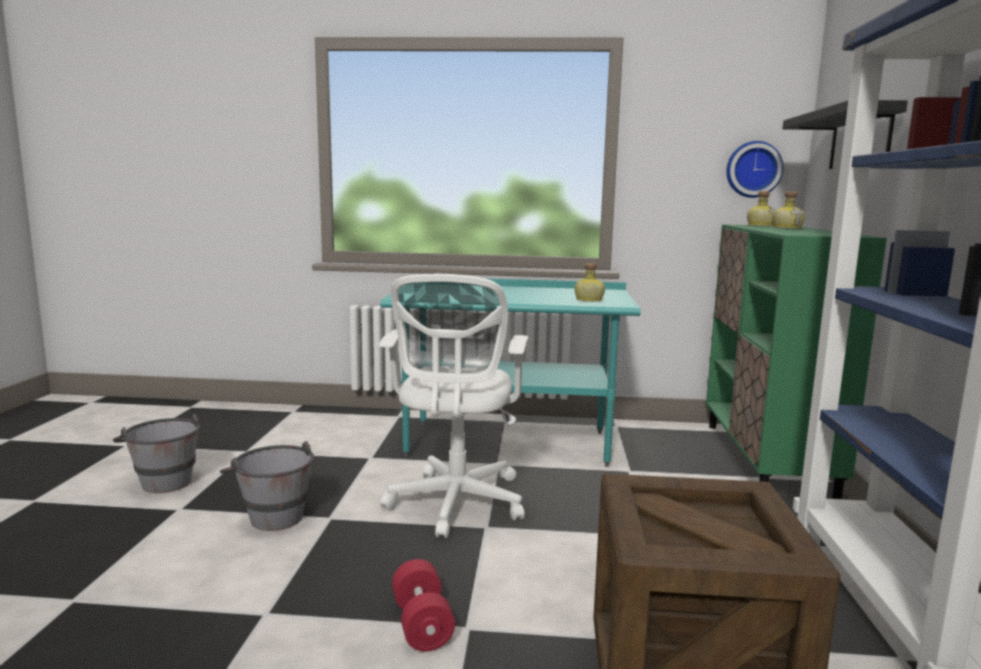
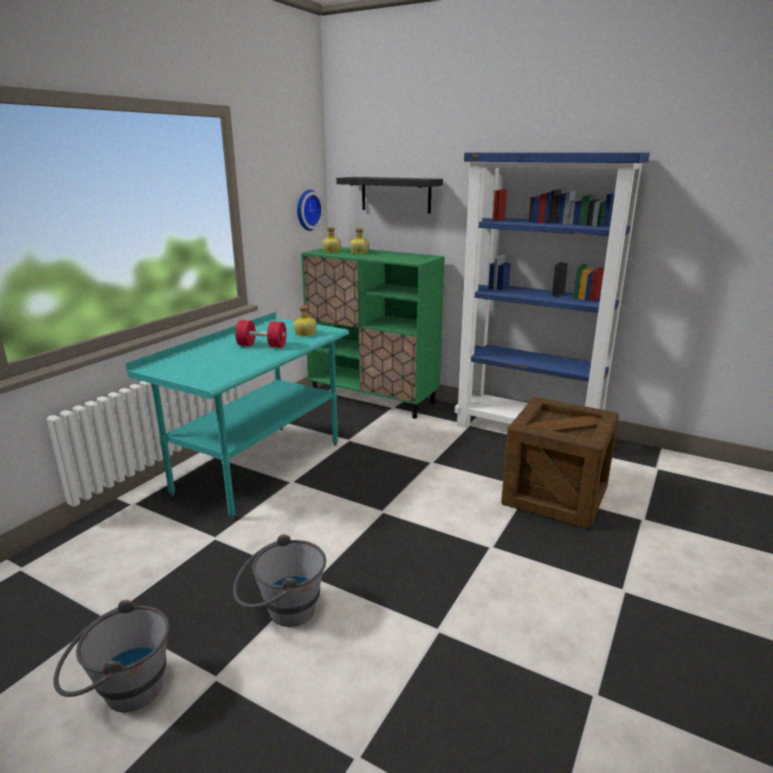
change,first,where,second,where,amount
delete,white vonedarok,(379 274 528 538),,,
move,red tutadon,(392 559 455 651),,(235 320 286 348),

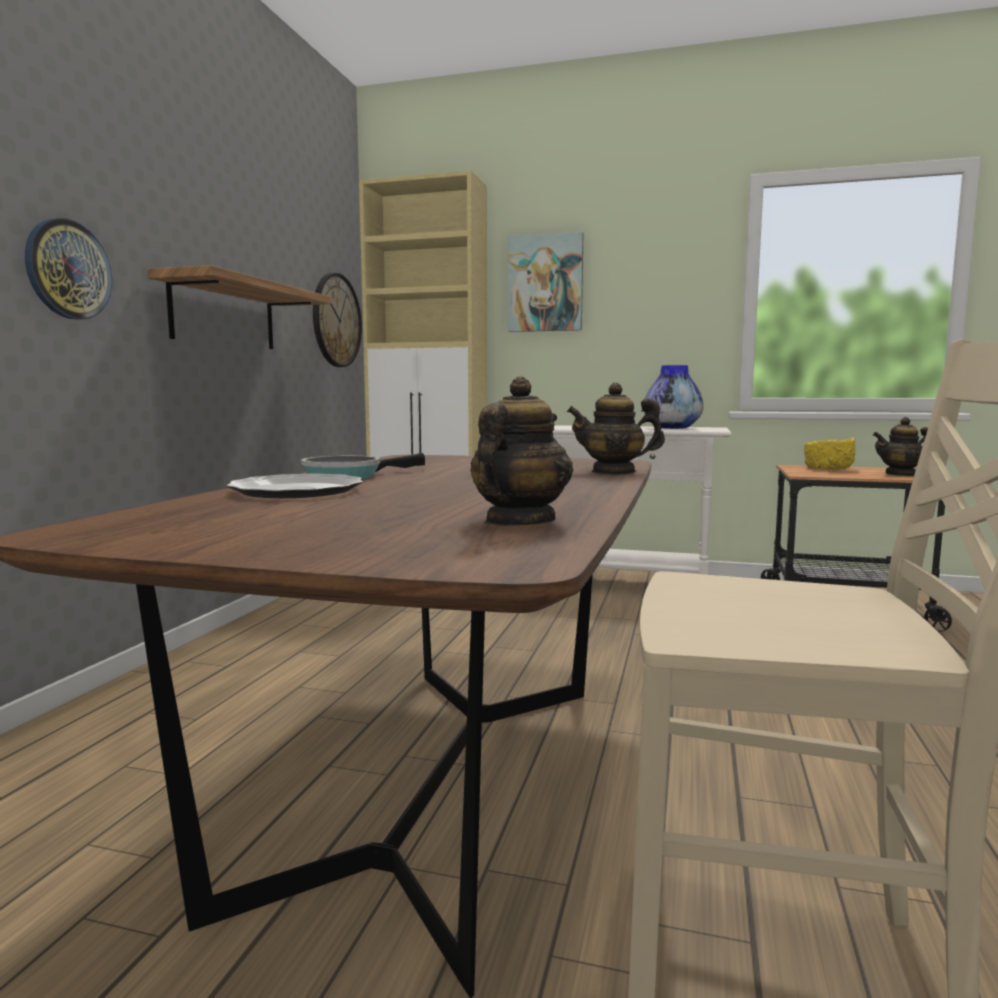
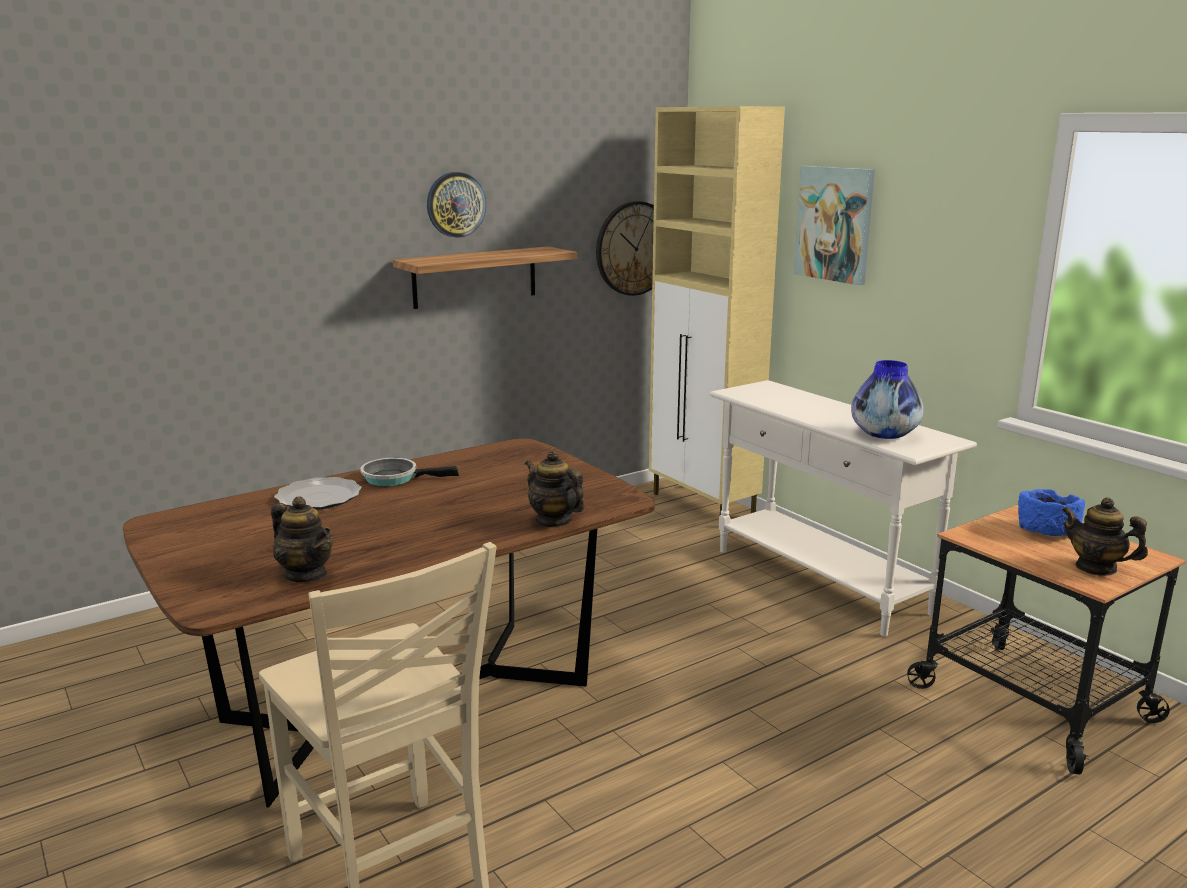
change,first,where,second,where,amount
move,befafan,(25 218 112 320),,(427 172 486 238),
rotate,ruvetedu,(470 376 573 525),,(271 496 333 582),60 degrees clockwise
recolor,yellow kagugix,(804 437 855 469),blue kagugix,(1018 489 1085 536),

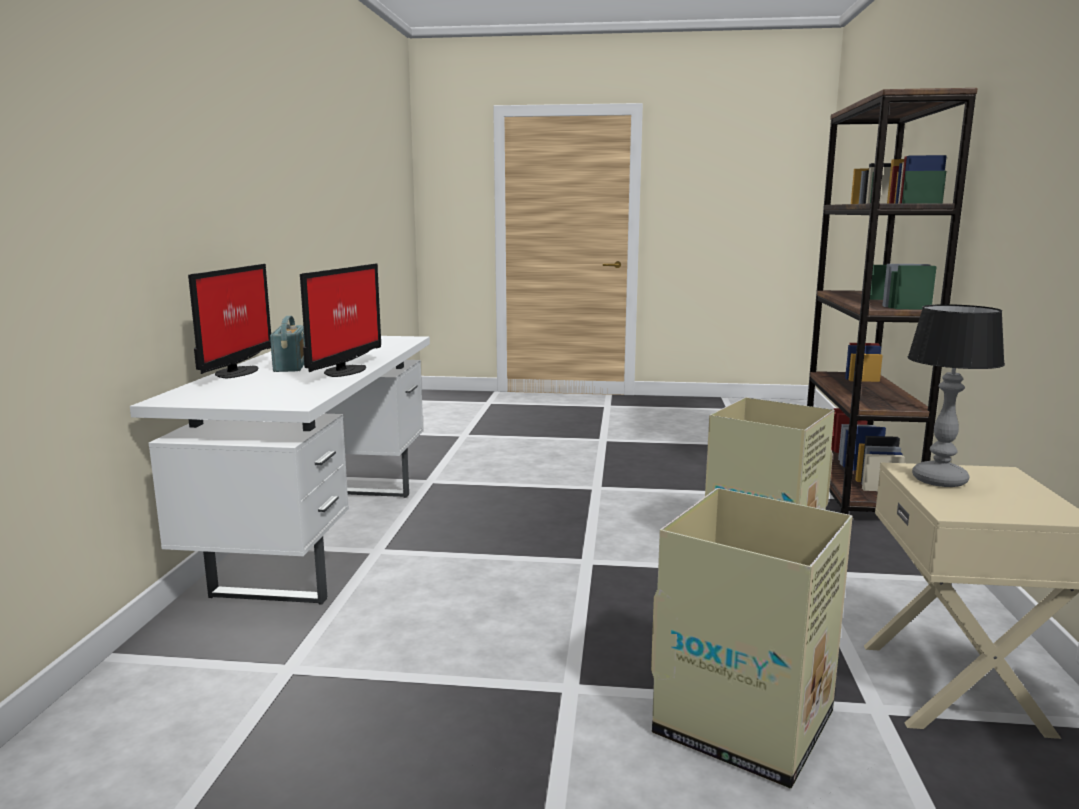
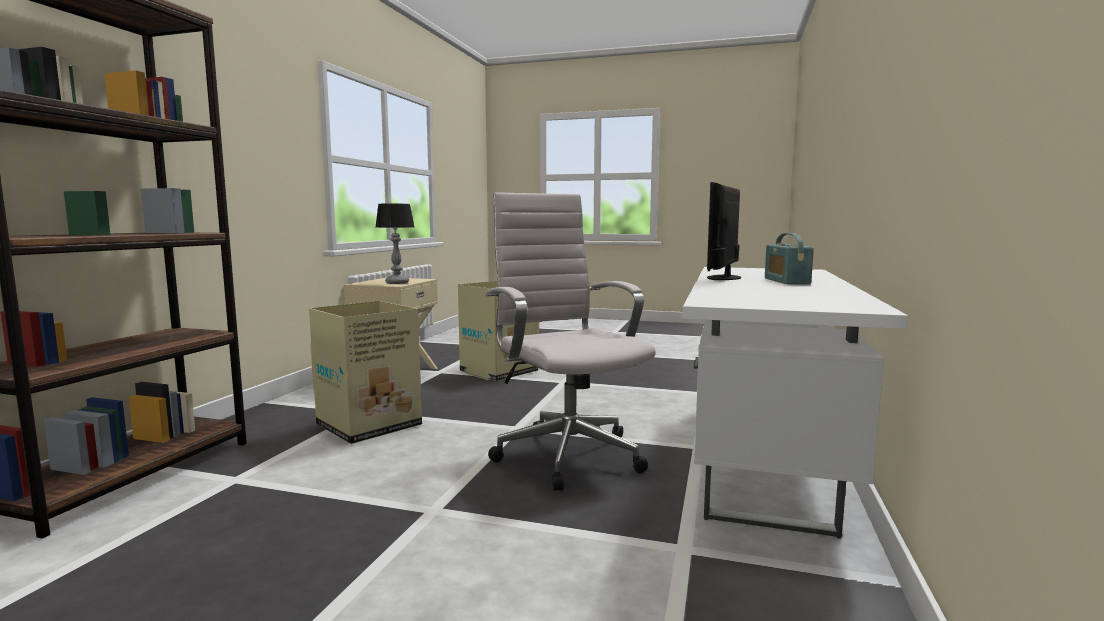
change,first,where,second,where,amount
delete,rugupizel,(188 264 271 378),,,
insert,,,white vonedarok,(486 192 656 491),

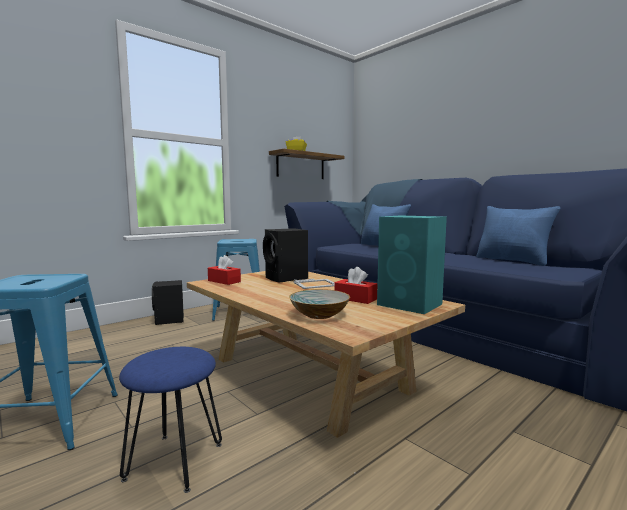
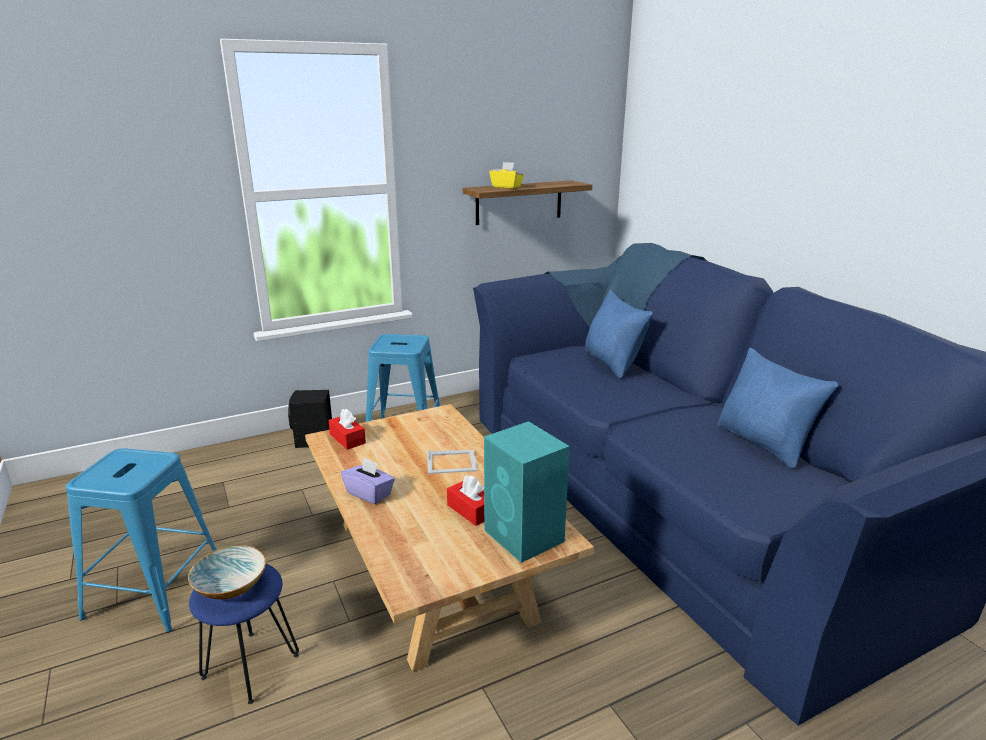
change,first,where,second,where,amount
delete,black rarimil,(263 228 308 282),,,
move,kagugix,(289 289 350 319),,(188 545 266 600),
insert,,,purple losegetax,(341 458 395 504),

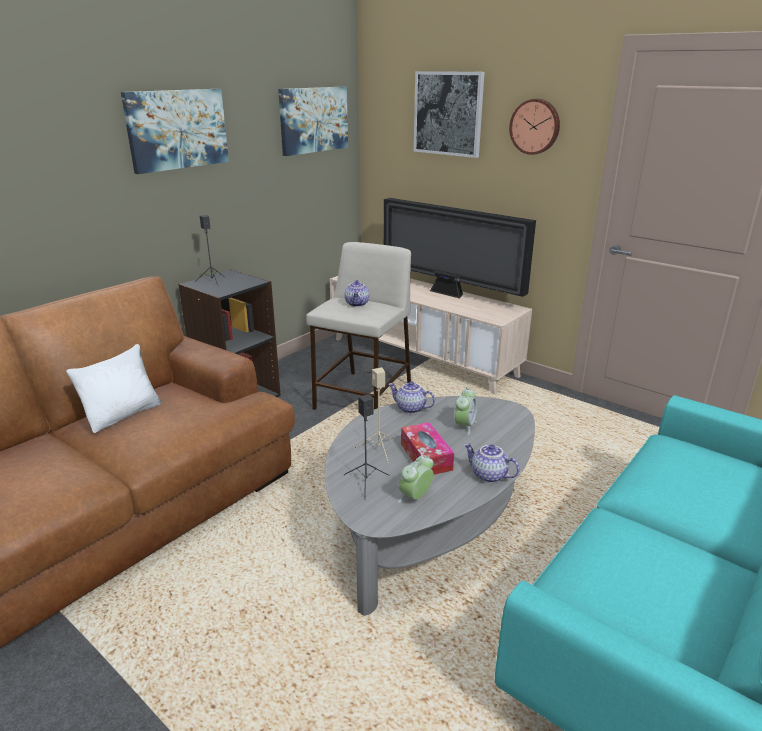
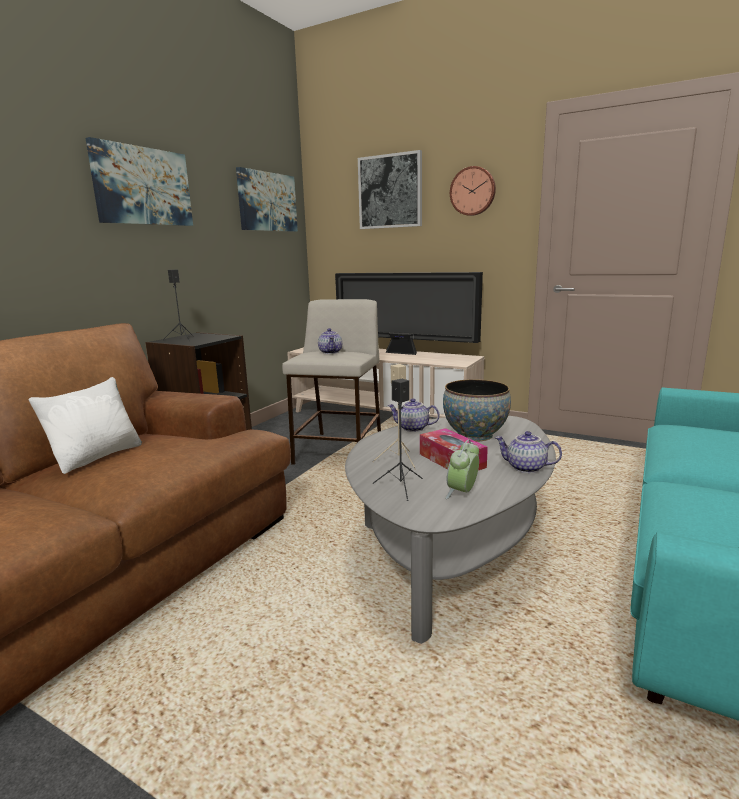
change,first,where,second,where,amount
replace,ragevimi,(455 387 477 435),kagugix,(443 379 511 442),

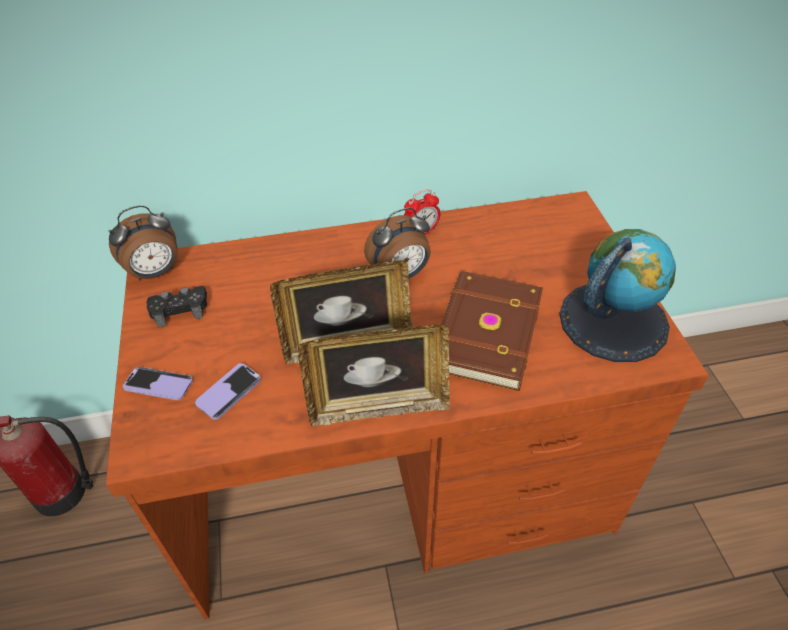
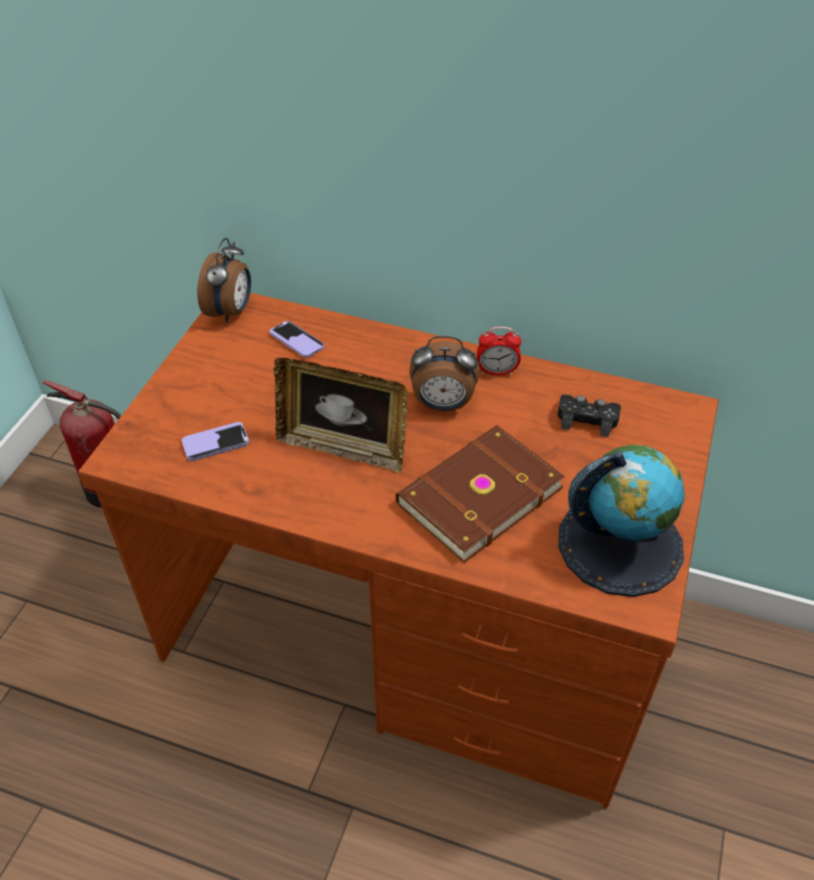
change,first,where,second,where,amount
rotate,ragevimi,(109 205 178 280),,(197 238 251 323),75 degrees counterclockwise
move,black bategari,(146 286 207 328),,(558 394 621 437),
delete,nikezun,(298 324 450 426),,,
move,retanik,(123 367 193 400),,(270 321 324 357),

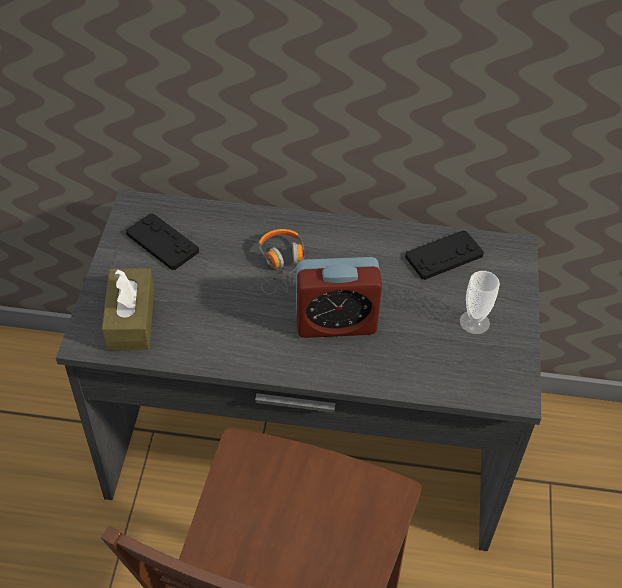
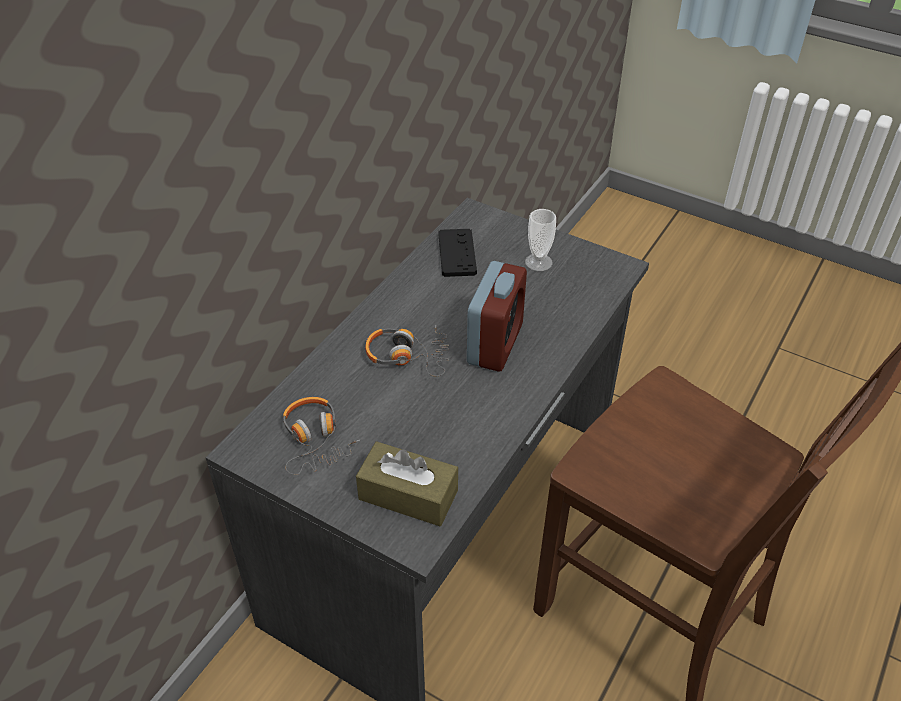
change,first,where,second,where,amount
replace,black bategari,(126 213 199 270),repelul,(283 397 360 475),

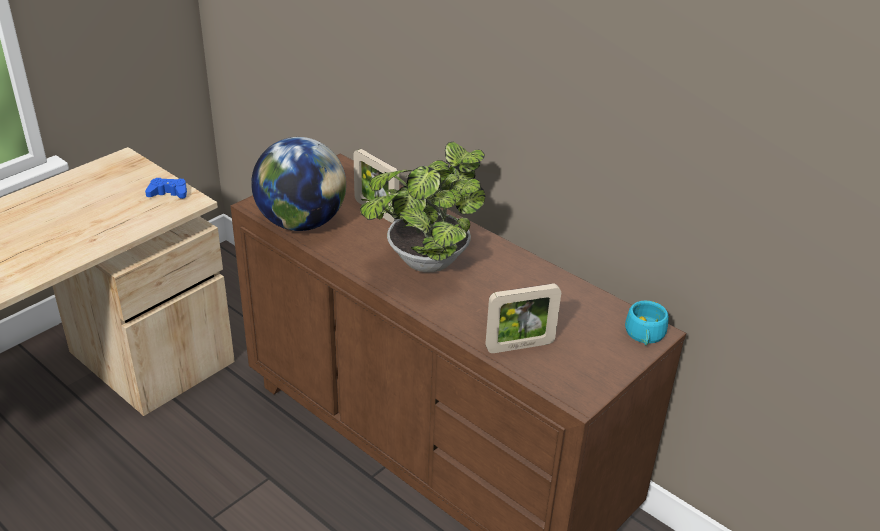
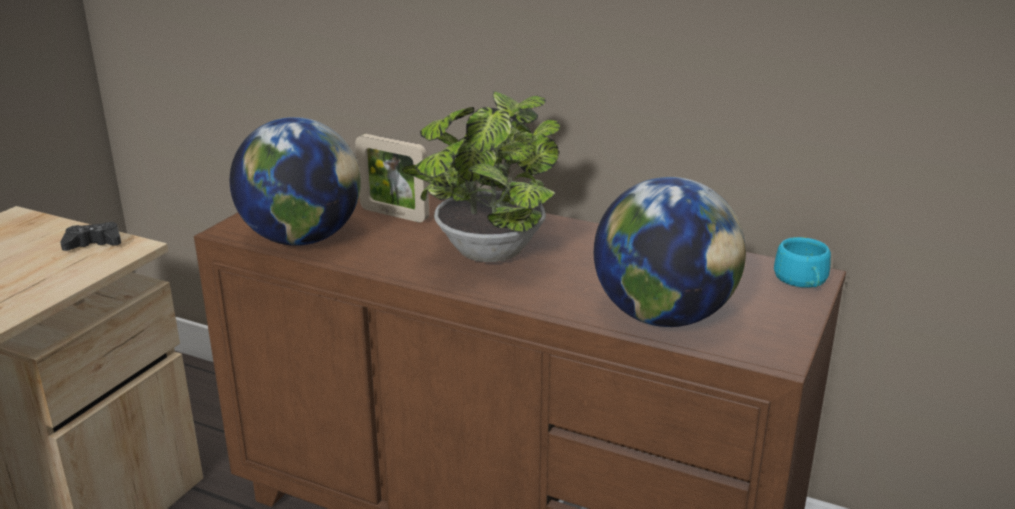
change,first,where,second,where,amount
recolor,blue bategari,(145 178 187 199),black bategari,(60 222 121 251),
replace,nikezun,(485 284 561 353),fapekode,(594 177 746 327),

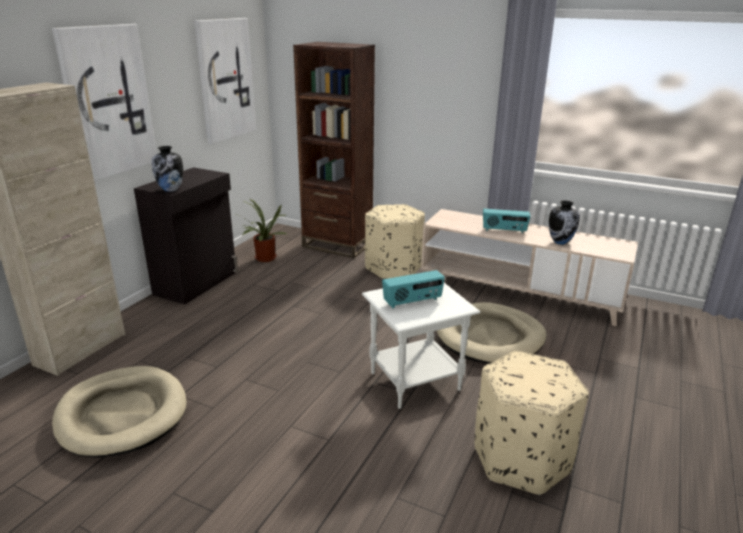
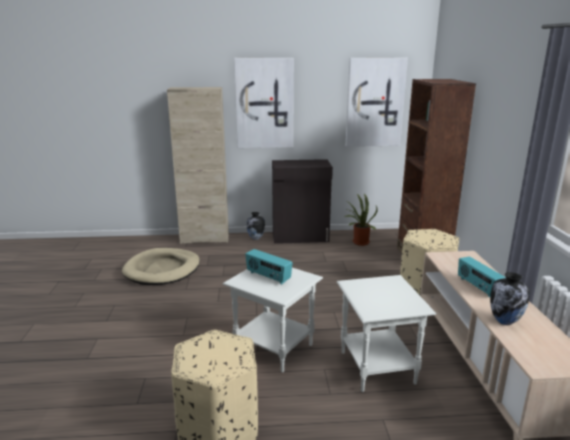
change,first,where,second,where,amount
move,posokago,(151 146 183 192),,(247 212 265 240),
replace,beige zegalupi,(437 302 546 364),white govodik,(337 275 436 392),

